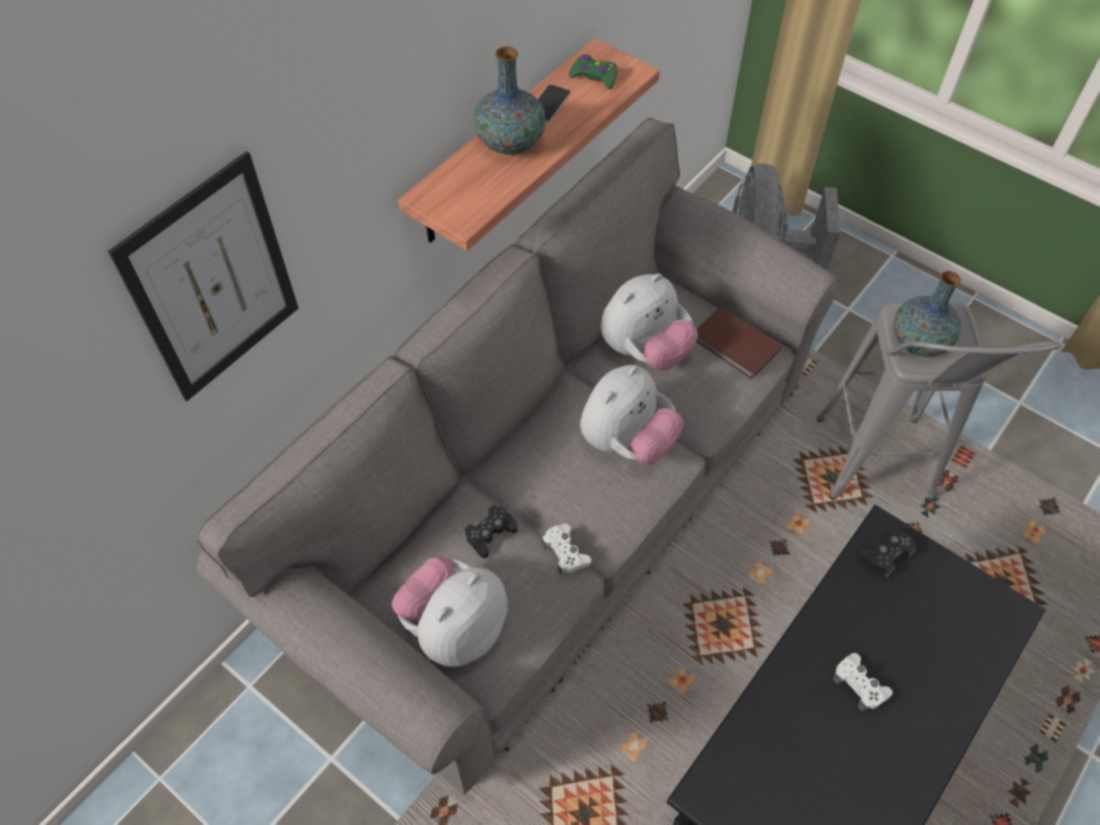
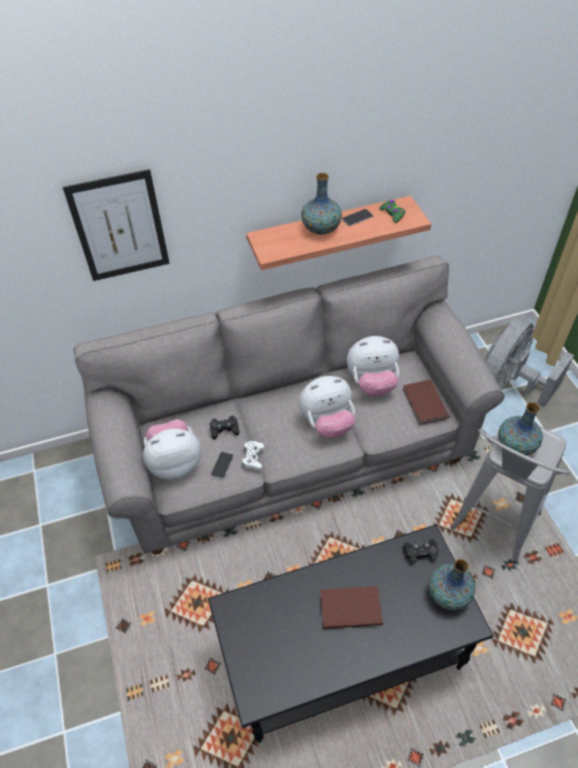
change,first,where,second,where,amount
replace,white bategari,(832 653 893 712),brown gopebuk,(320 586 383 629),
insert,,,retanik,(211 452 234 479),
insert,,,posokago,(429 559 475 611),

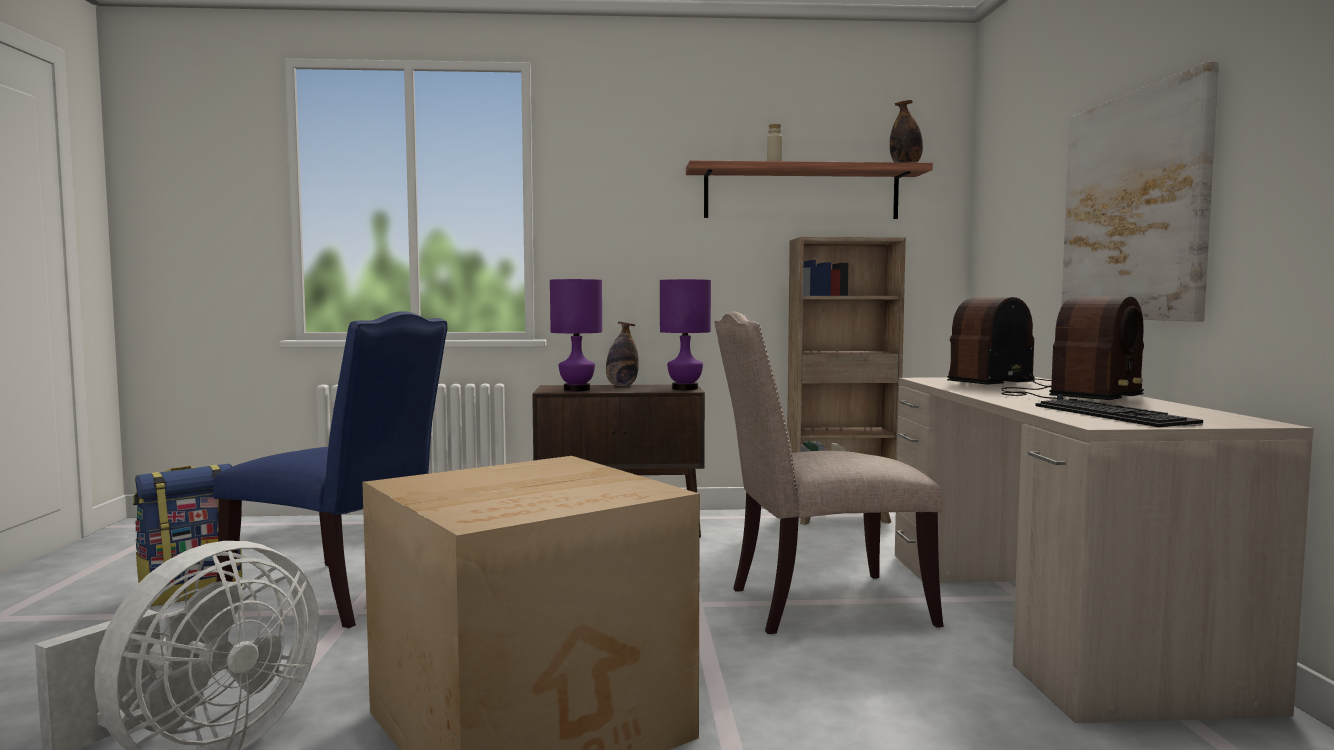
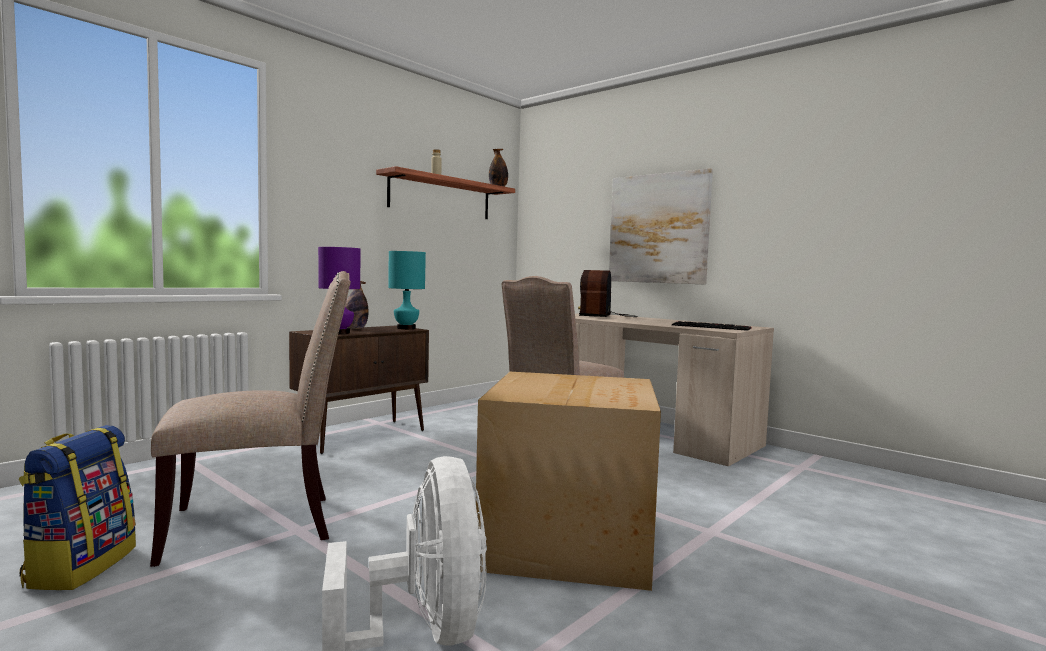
change,first,where,second,where,amount
delete,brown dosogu,(787 237 906 525),,,
recolor,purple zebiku,(660 279 711 390),turquoise zebiku,(389 251 426 329),
delete,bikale,(1001 297 1144 400),,,
recolor,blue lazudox,(213 311 447 628),beige lazudox,(150 271 351 567),

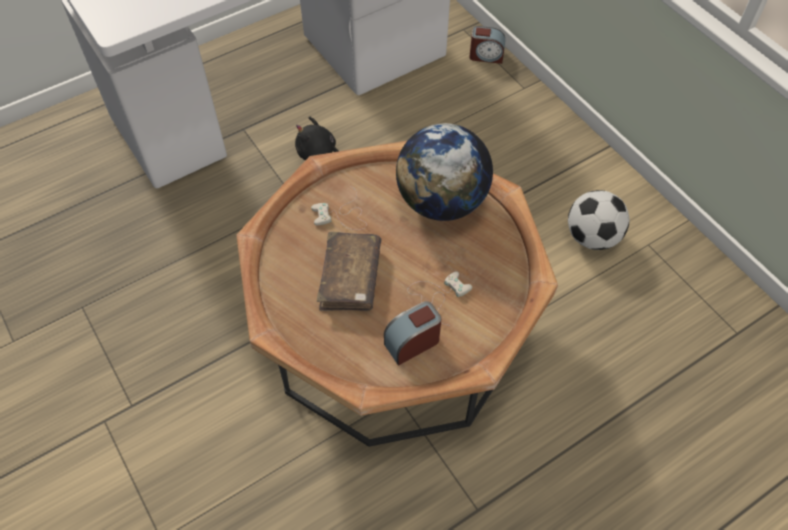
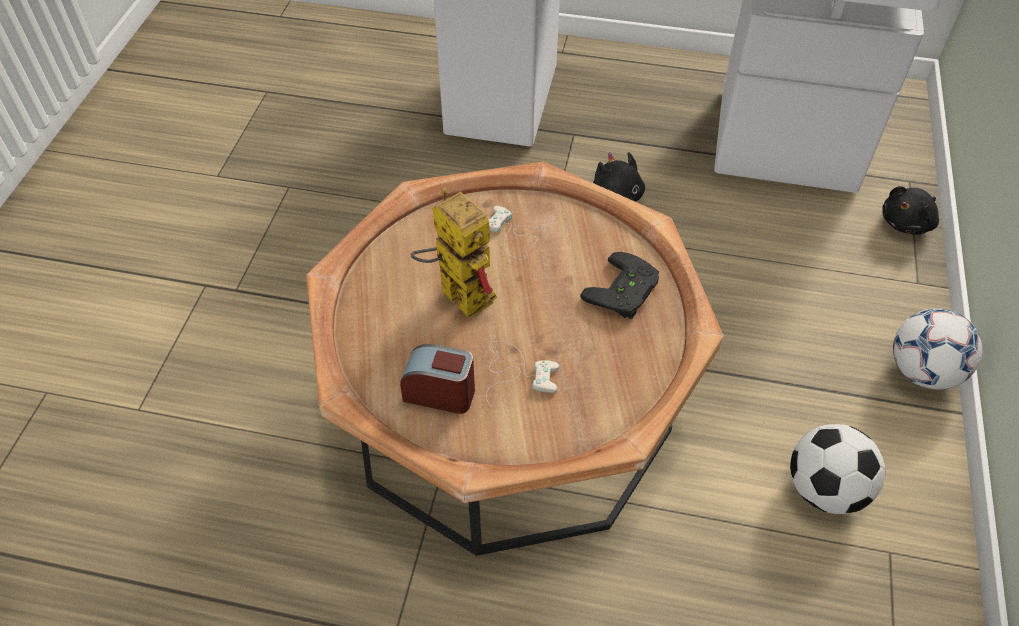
change,first,where,second,where,amount
replace,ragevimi,(469 26 505 64),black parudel,(882 186 939 235),
replace,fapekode,(396 123 493 221),black bategari,(580 252 659 319),
replace,brown gopebuk,(317 232 381 311),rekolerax,(410 188 497 319),
insert,,,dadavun,(893 308 982 390),

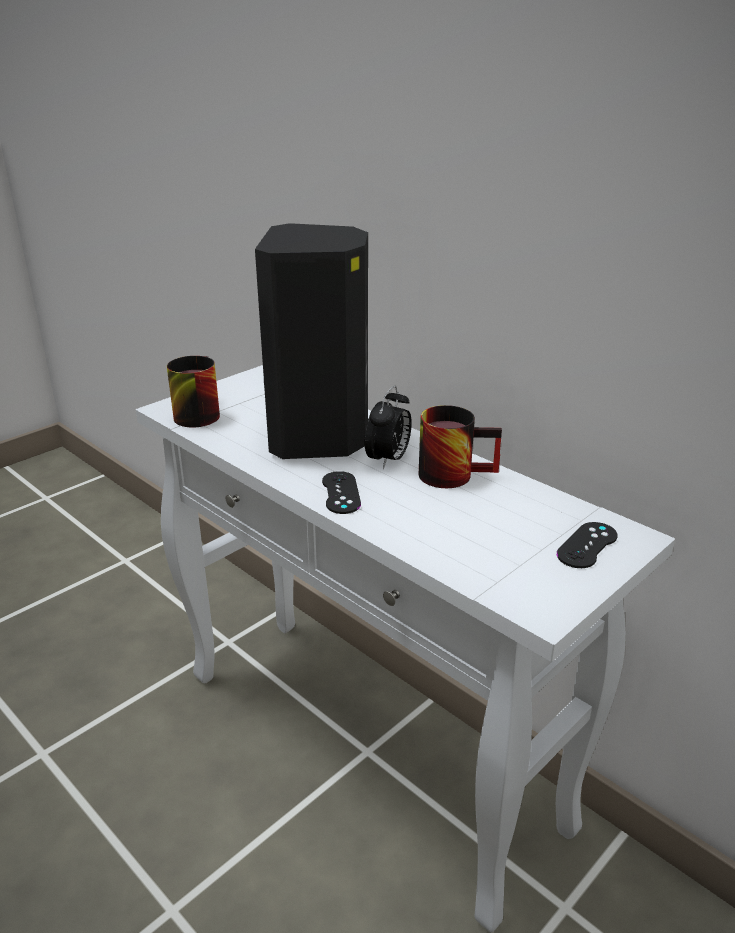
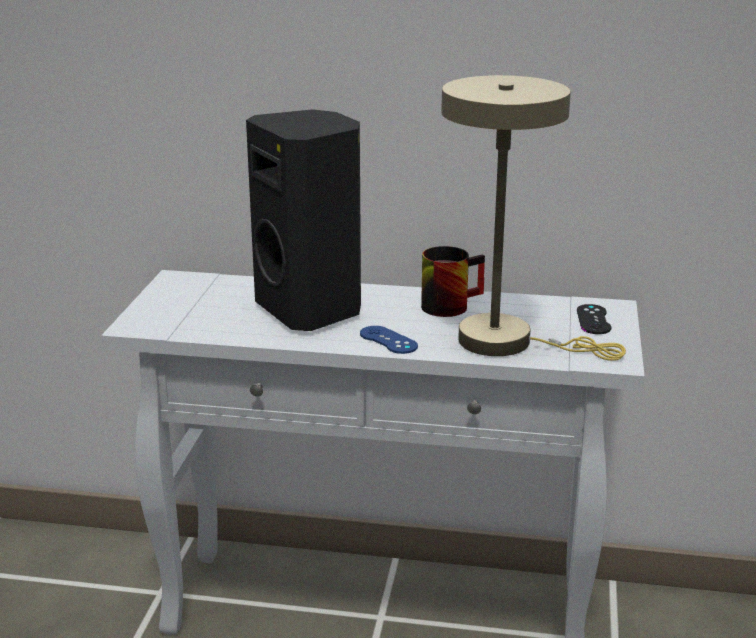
change,first,where,second,where,amount
delete,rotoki,(167 356 220 427),,,
delete,ragevimi,(365 386 412 470),,,
recolor,black bategari,(322 471 361 514),blue bategari,(360 326 418 354),
insert,,,beige zebiku,(441 75 626 361),

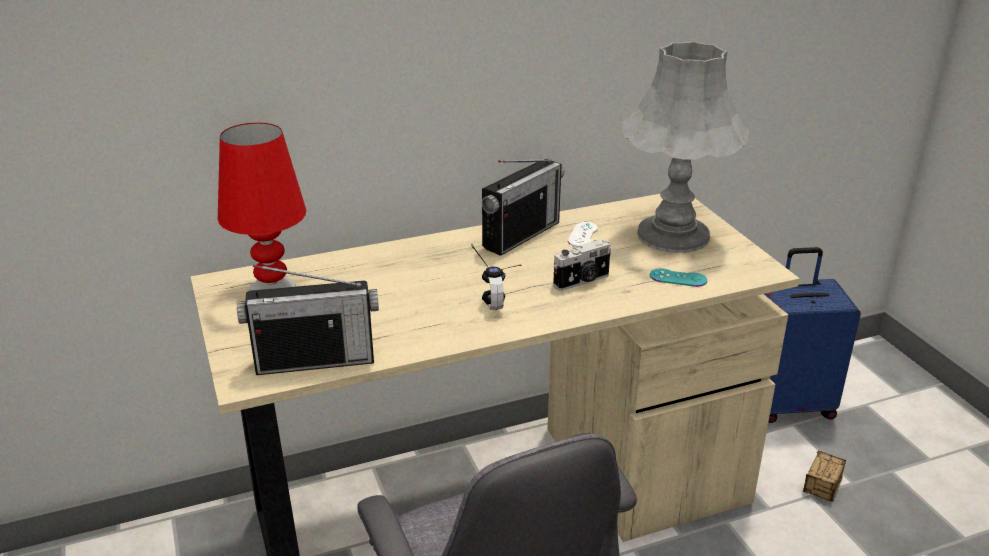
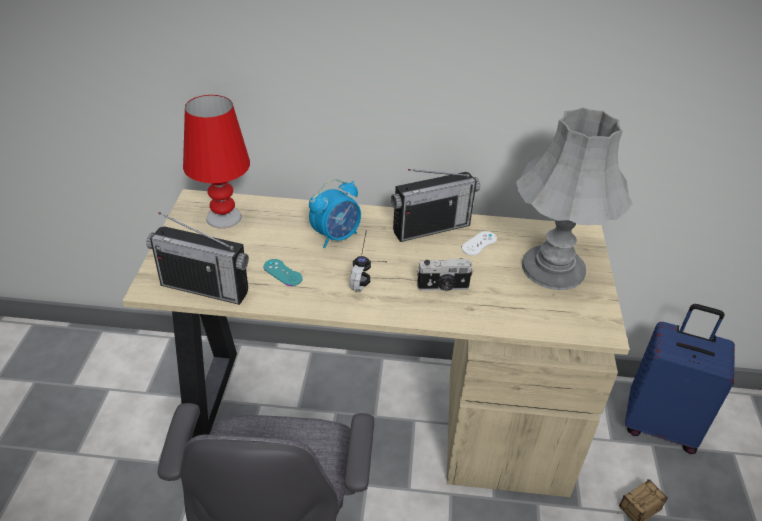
change,first,where,second,where,amount
move,turquoise bategari,(650 268 707 287),,(263 259 303 286),
insert,,,ragevimi,(309 179 361 248),

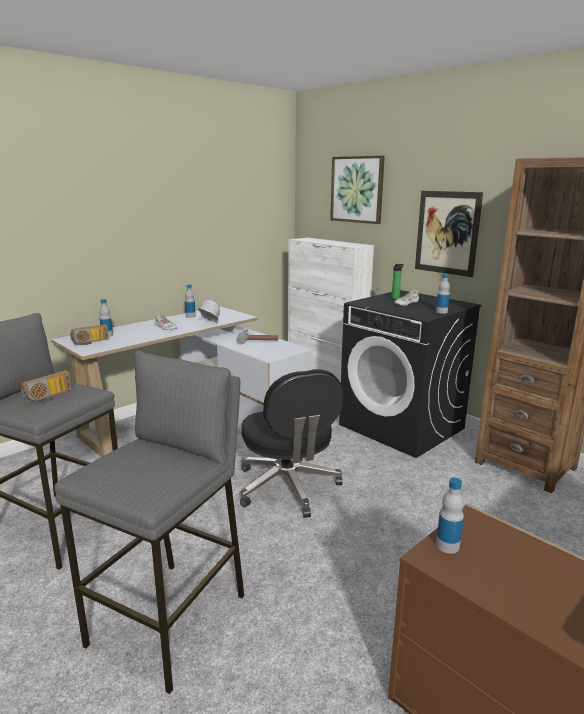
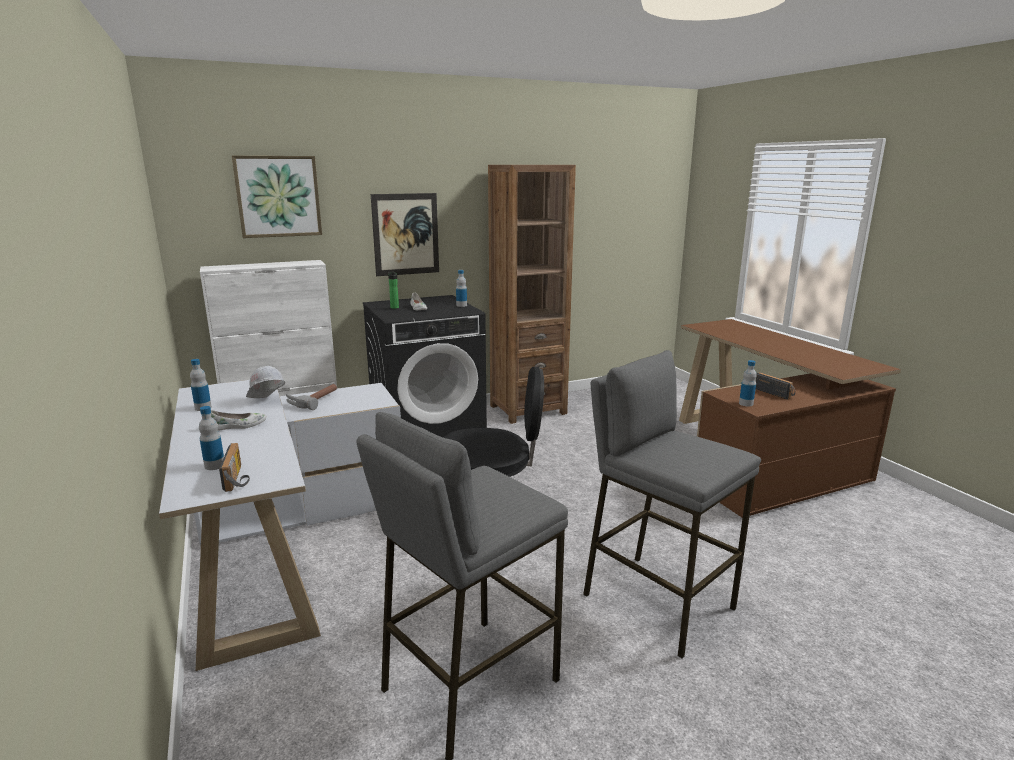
change,first,where,second,where,amount
move,bikale,(21 370 71 404),,(756 372 795 399),

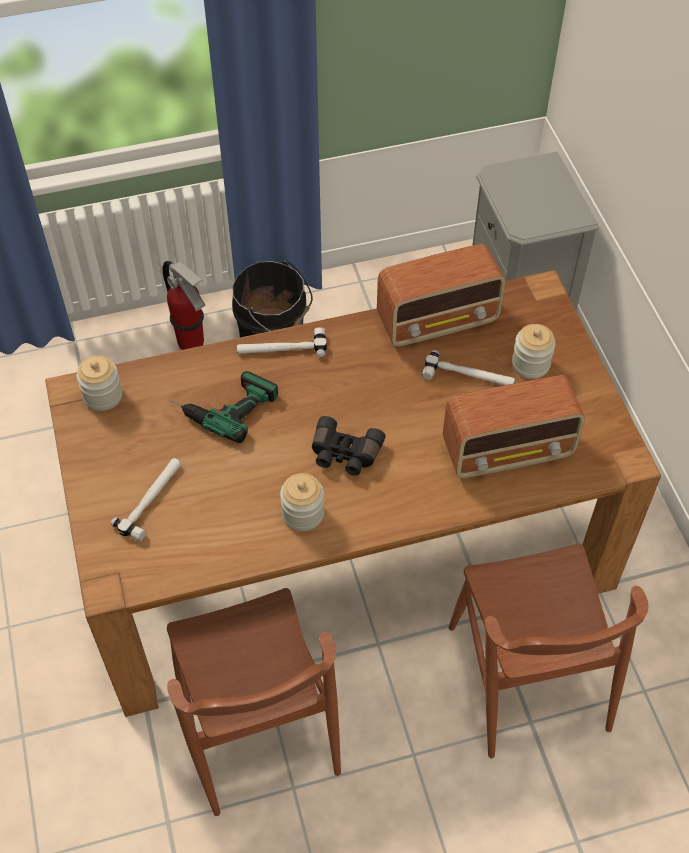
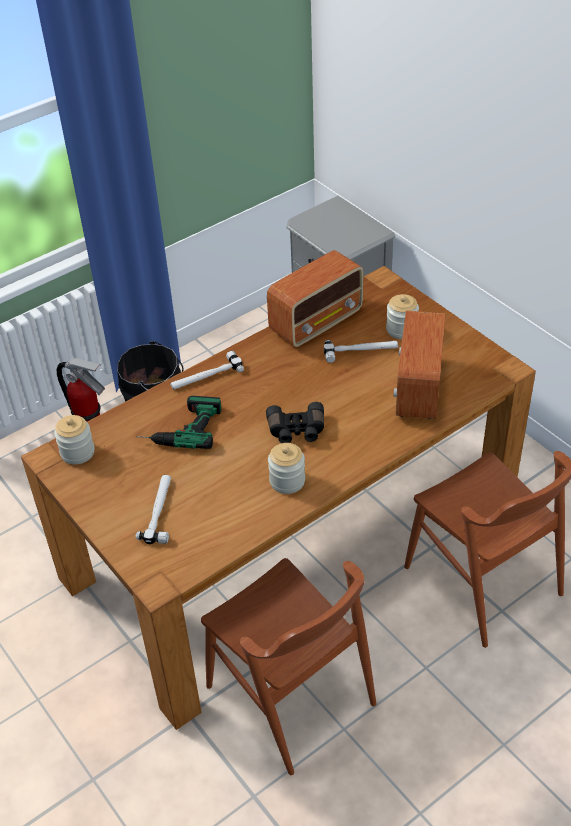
change,first,where,second,where,amount
rotate,bikale,(443 375 585 478),,(393 310 446 419),135 degrees clockwise

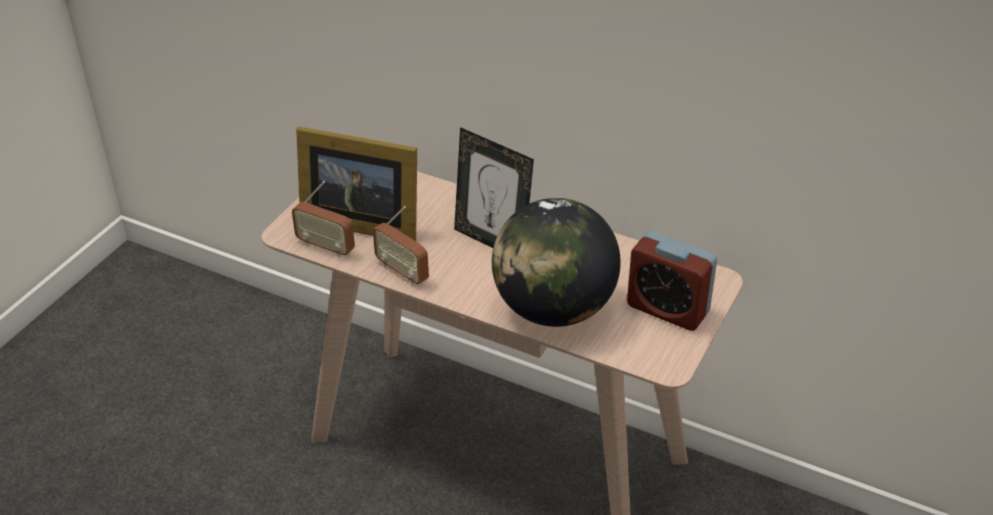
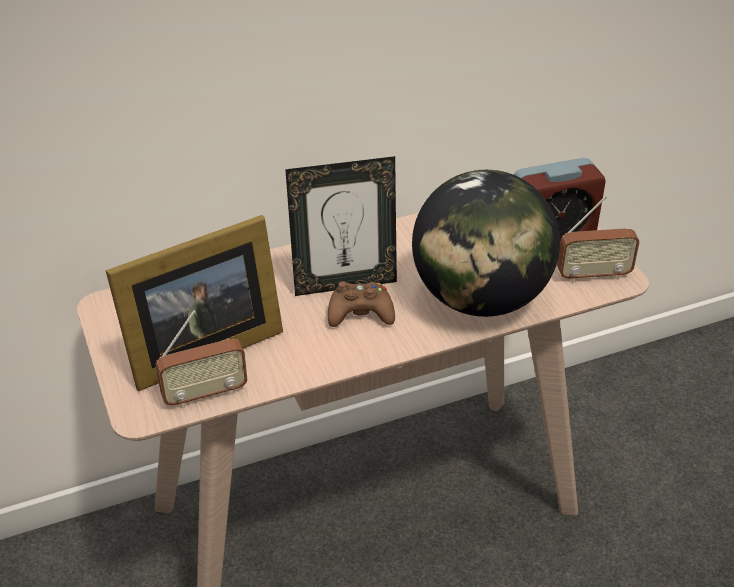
change,first,where,second,where,amount
move,bikale,(373 206 429 285),,(557 196 640 283),
insert,,,brown bategari,(328 281 395 327),

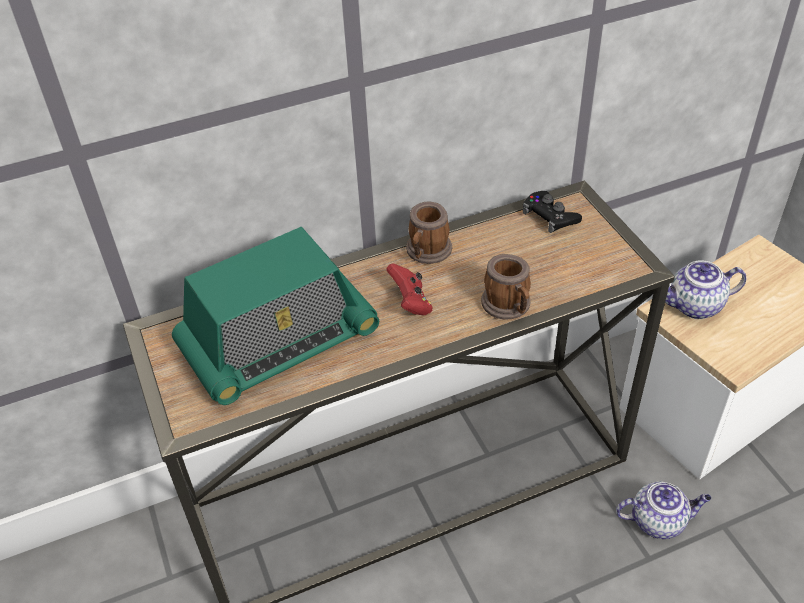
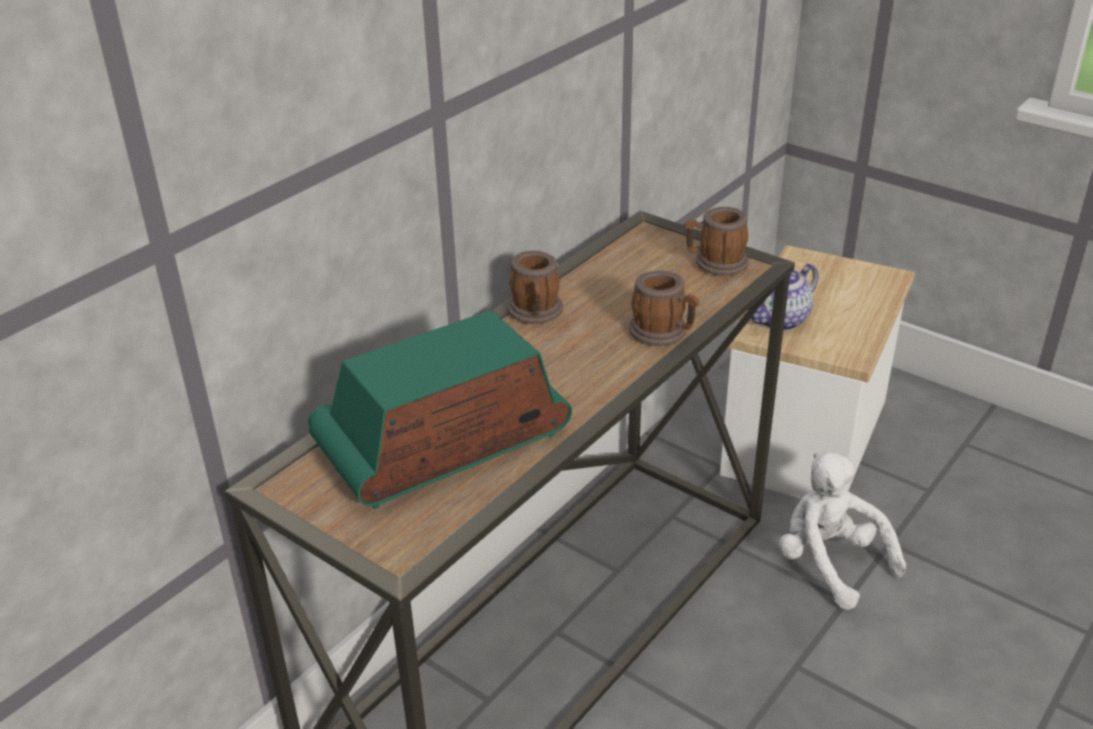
change,first,where,second,where,amount
delete,black bategari,(523 191 582 233),,,
rotate,bikale,(172 227 379 405),,(308 310 572 509),150 degrees counterclockwise
delete,red bategari,(386 264 433 315),,,
replace,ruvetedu,(616 481 711 539),white parudel,(779 452 906 610),
insert,,,rotoki,(685 207 749 276),

